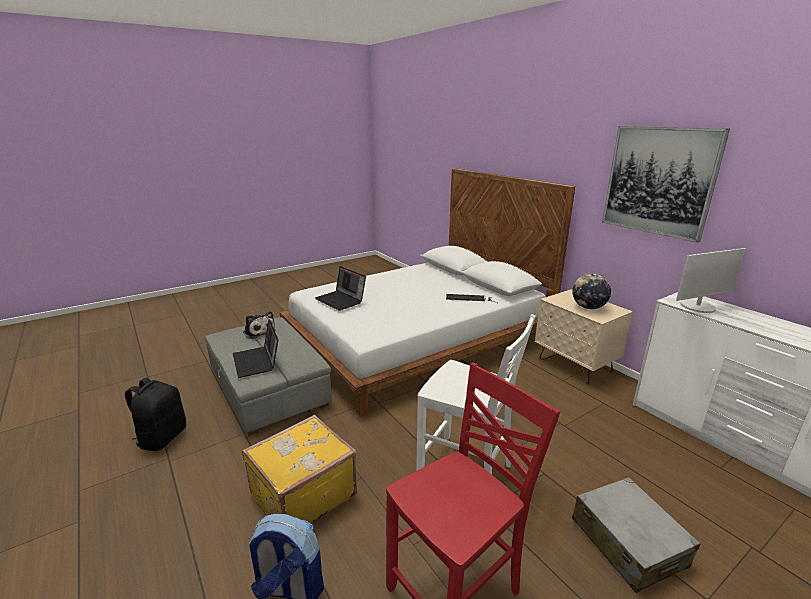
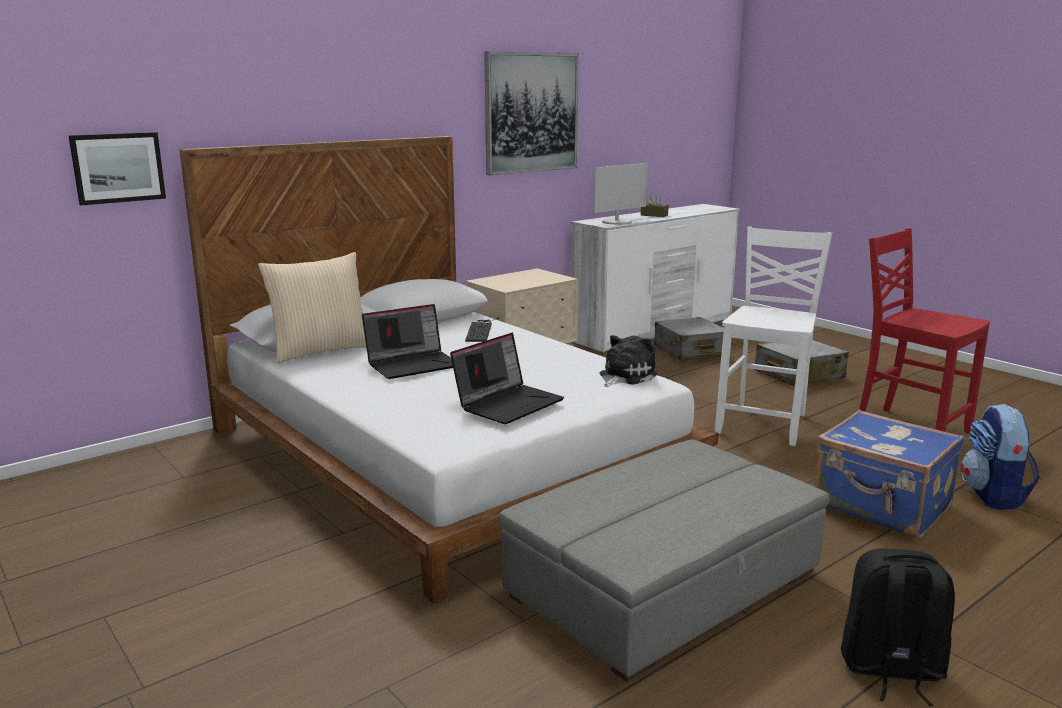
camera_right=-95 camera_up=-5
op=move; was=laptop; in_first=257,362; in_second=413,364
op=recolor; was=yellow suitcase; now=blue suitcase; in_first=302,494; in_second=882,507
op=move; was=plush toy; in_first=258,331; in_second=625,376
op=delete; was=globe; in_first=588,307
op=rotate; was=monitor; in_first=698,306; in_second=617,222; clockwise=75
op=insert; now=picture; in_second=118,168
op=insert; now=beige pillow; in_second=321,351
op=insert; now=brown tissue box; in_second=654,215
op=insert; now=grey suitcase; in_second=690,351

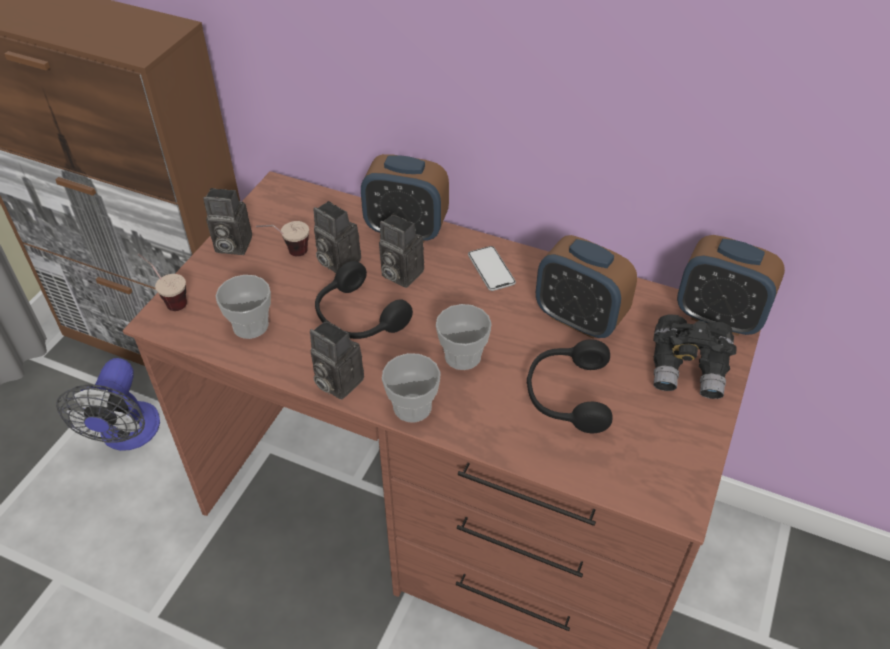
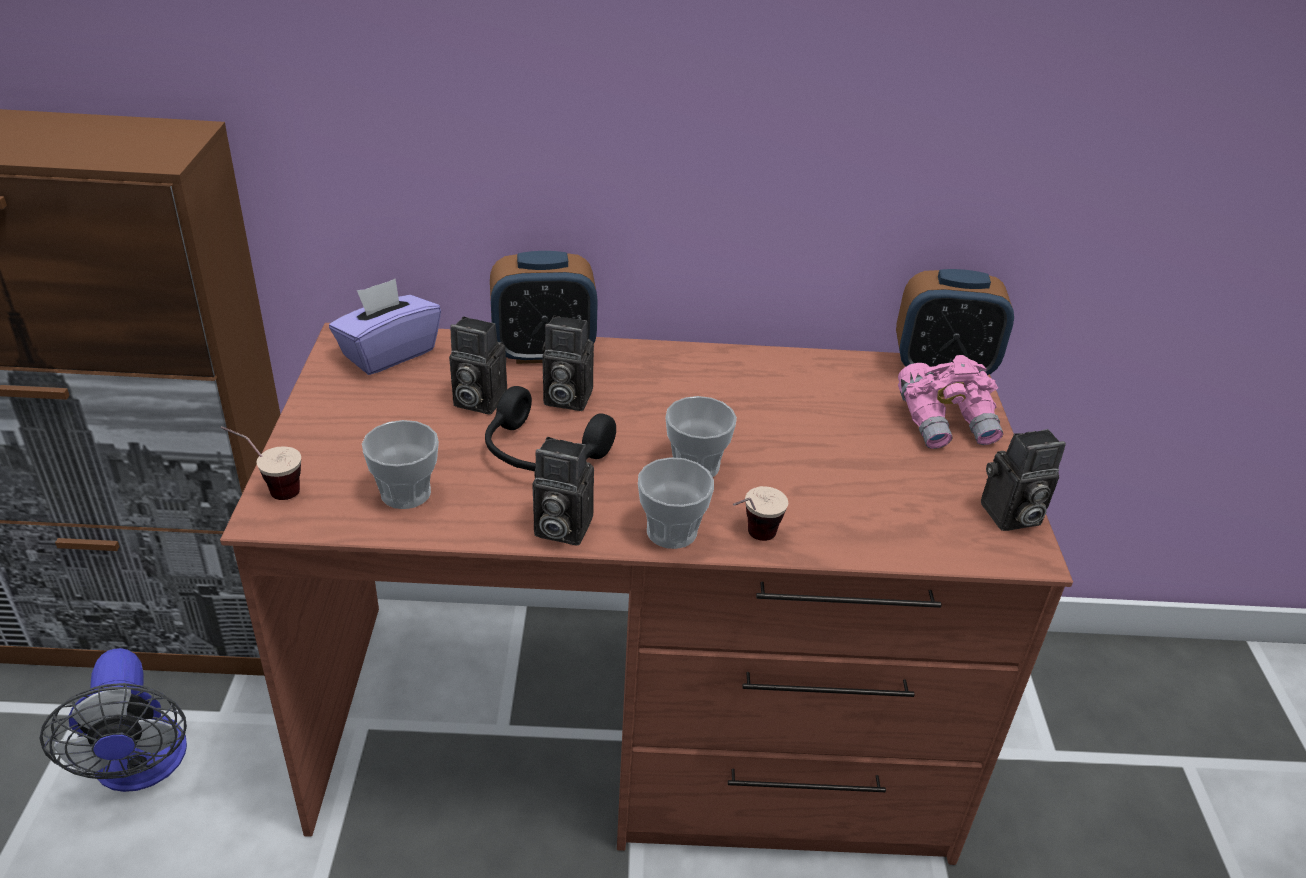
camera_right=-25 camera_up=-10
op=move; was=photo camera; in_first=231,245; in_second=1009,516
op=move; was=cup; in_first=287,254; in_second=751,540
op=delete; was=phone; in_first=491,269
op=delete; was=black headphones; in_first=566,395
op=delete; was=alarm clock; in_first=579,319
op=recolor; was=black binoculars; now=pink binoculars; in_first=688,369; in_second=946,423
op=insert; now=purple tissue box; in_second=388,353

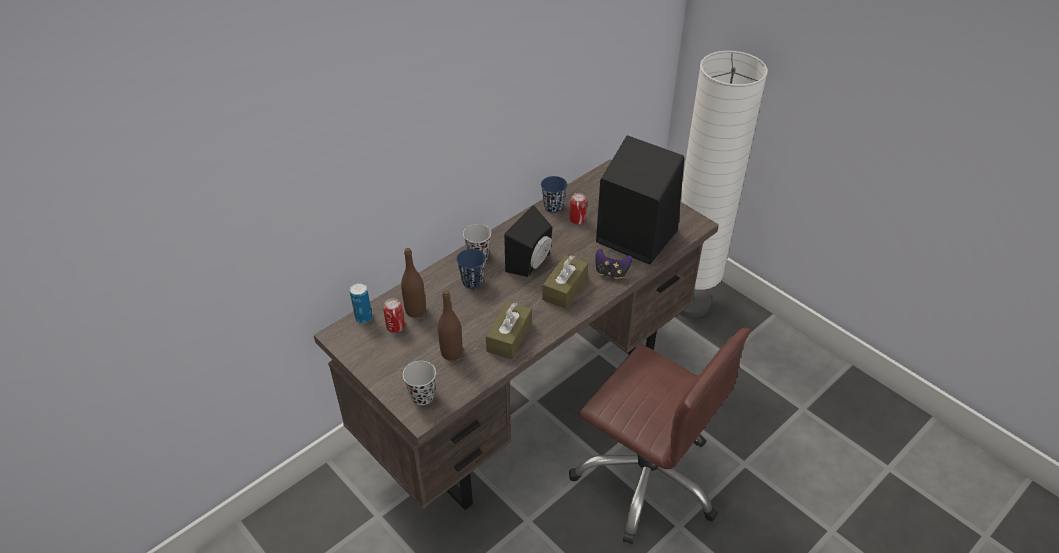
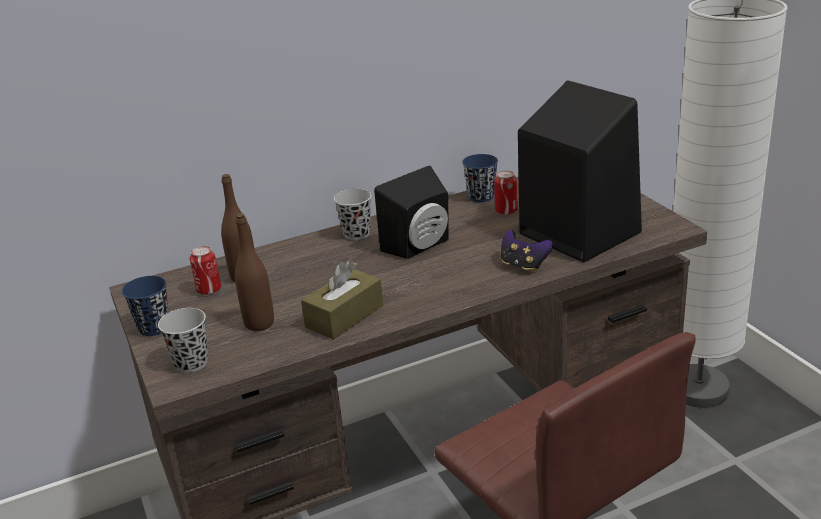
camera_right=20 camera_up=-15
op=delete; was=can; in_first=363,318
op=move; was=blue cup; in_first=472,281; in_second=154,327
op=delete; was=brown tissue box; in_first=565,289

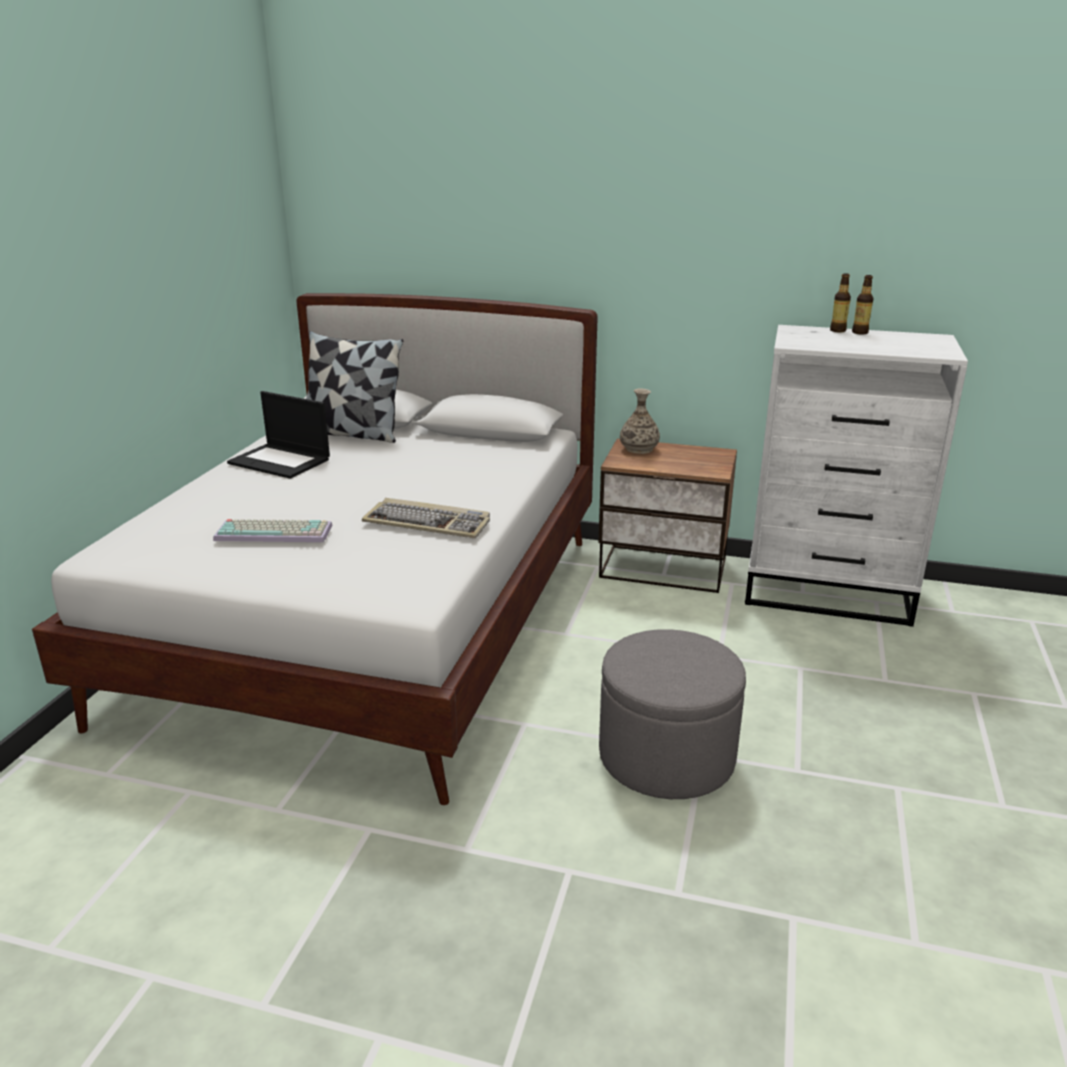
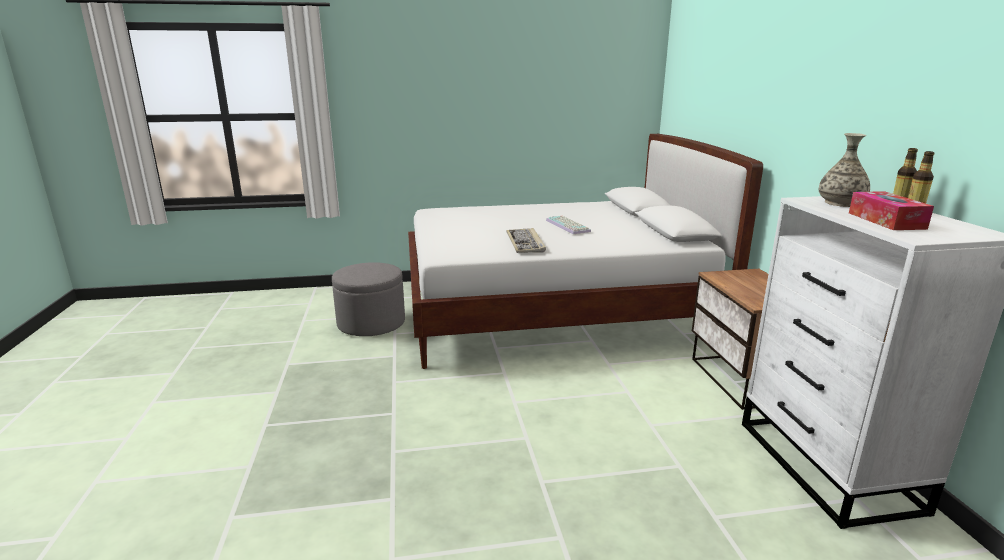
camera_right=65 camera_up=-5
op=move; was=keyboard; in_first=276,532; in_second=569,226
op=delete; was=laptop; in_first=281,461
op=delete; was=pillow; in_first=353,434
op=move; was=grey ottoman; in_first=666,757; in_second=371,323
op=move; was=vase; in_first=639,449; in_second=841,203
op=insert; now=tissue box; in_second=886,221

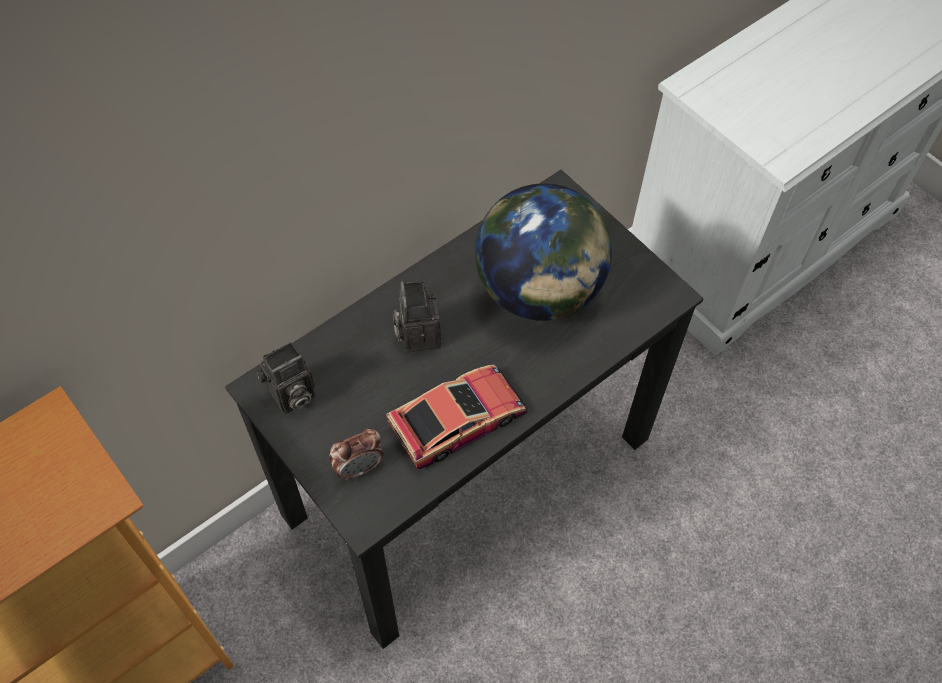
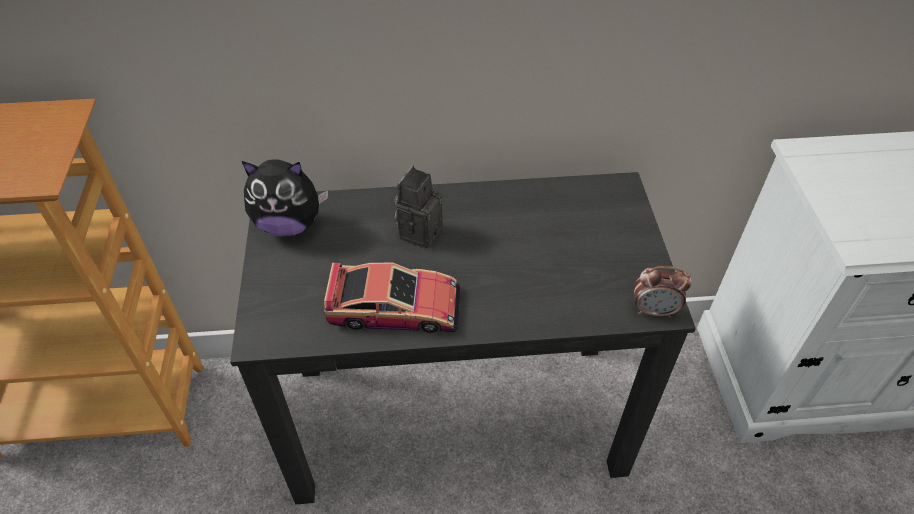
camera_right=35 camera_up=-10
op=replace; was=photo camera; now=plush toy; in_first=291,396; in_second=289,224
op=move; was=alarm clock; in_first=359,467; in_second=654,310
op=delete; was=globe; in_first=539,291

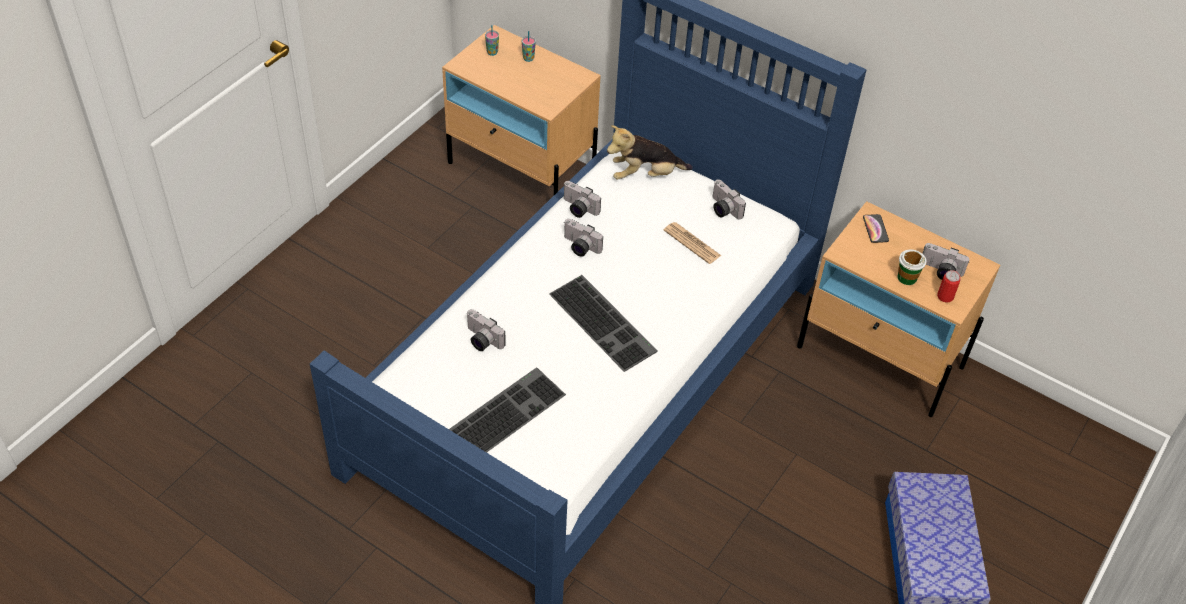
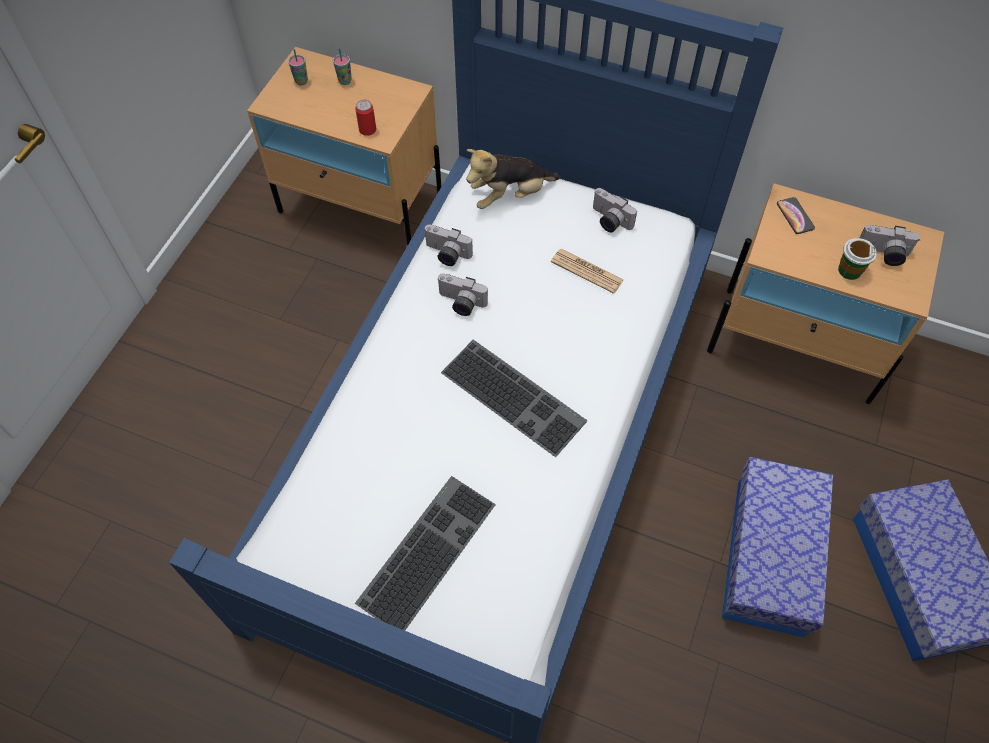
camera_right=-10 camera_up=10
op=delete; was=photo camera; in_first=481,340
op=move; was=can; in_first=945,296; in_second=367,130
op=insert; now=storage box; in_second=769,556

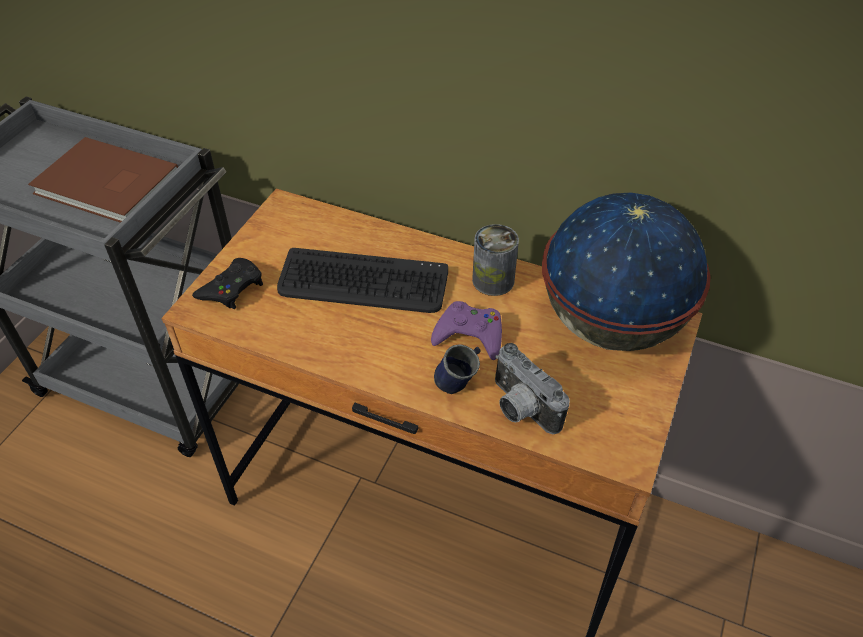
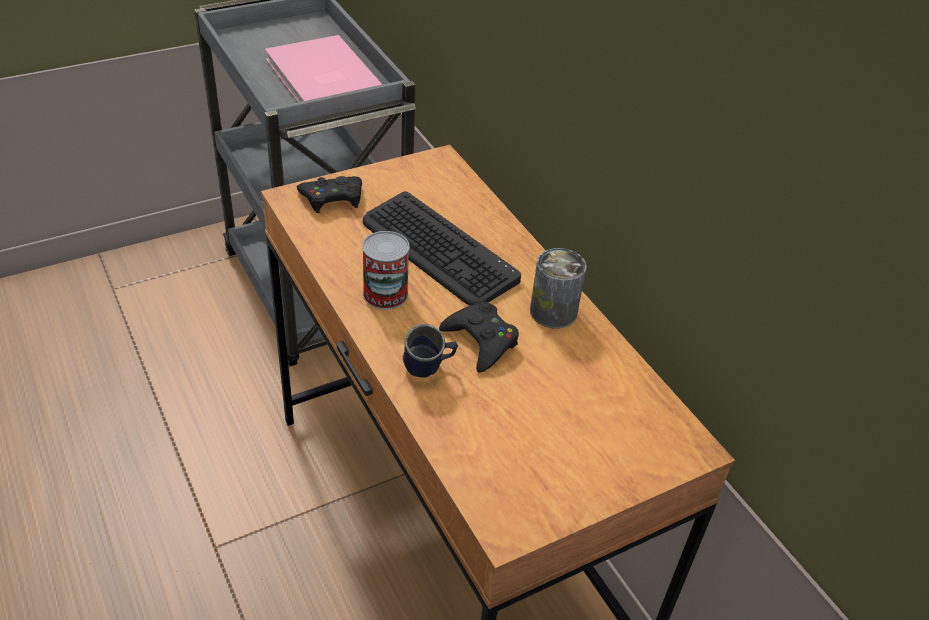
camera_right=35 camera_up=-5
op=recolor; was=brown book; now=pink book; in_first=107,186; in_second=321,78
op=recolor; was=purple game controller; now=black game controller; in_first=470,335; in_second=481,341
op=delete; was=photo camera; in_first=520,409
op=delete; was=globe; in_first=611,323
op=insert; now=can; in_second=385,294

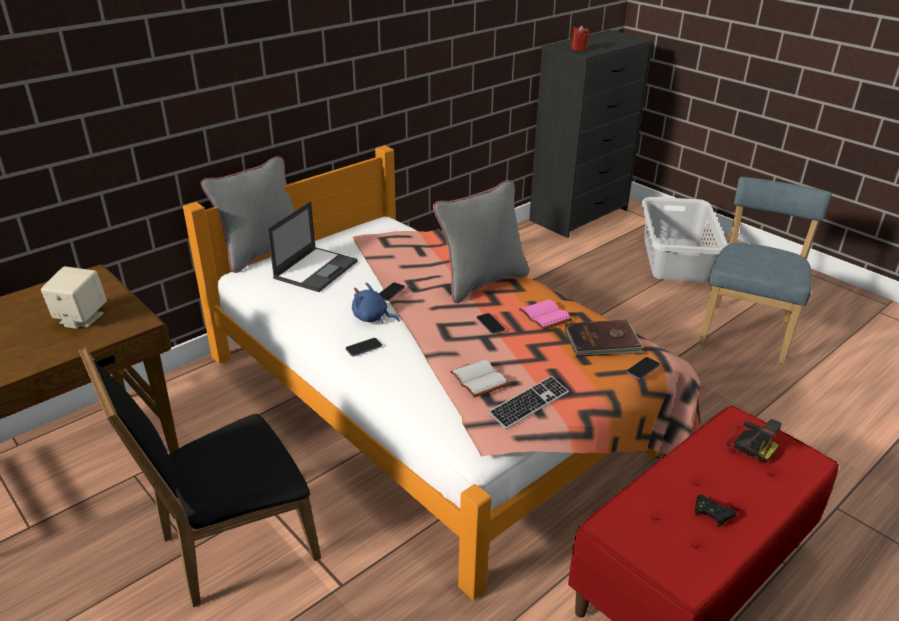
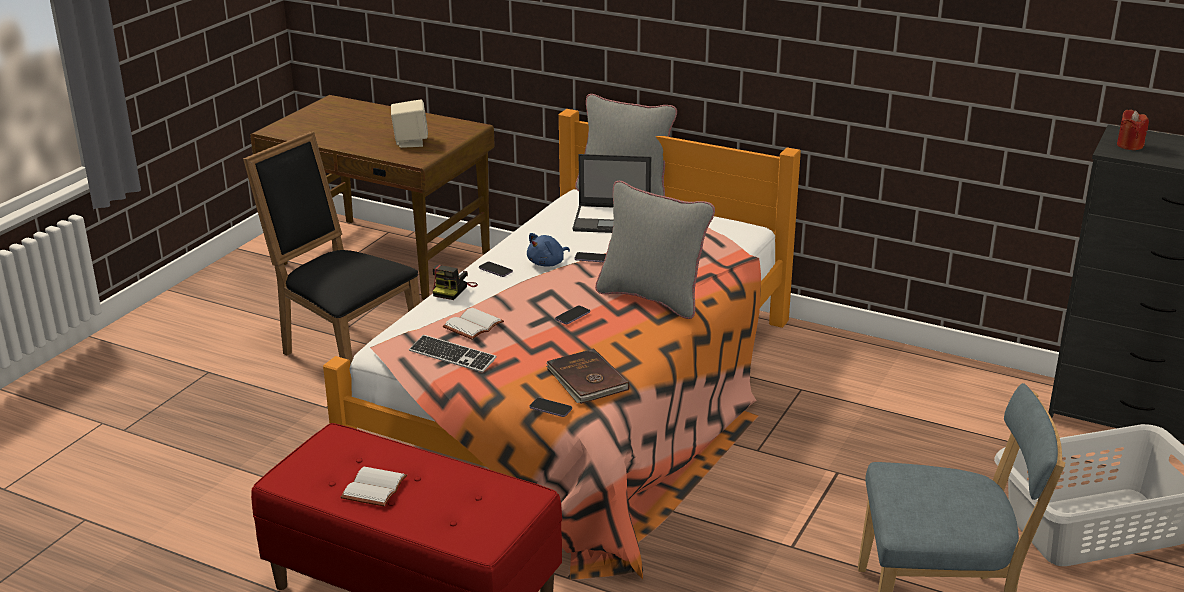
camera_right=70 camera_up=-5
op=rotate; was=blue plush toy; in_first=372,318; in_second=547,263; clockwise=-135
op=delete; was=pink book; in_first=543,316
op=replace; was=black game controller; now=white book; in_first=712,513; in_second=373,487
op=move; was=photo camera; in_first=748,445; in_second=453,289

